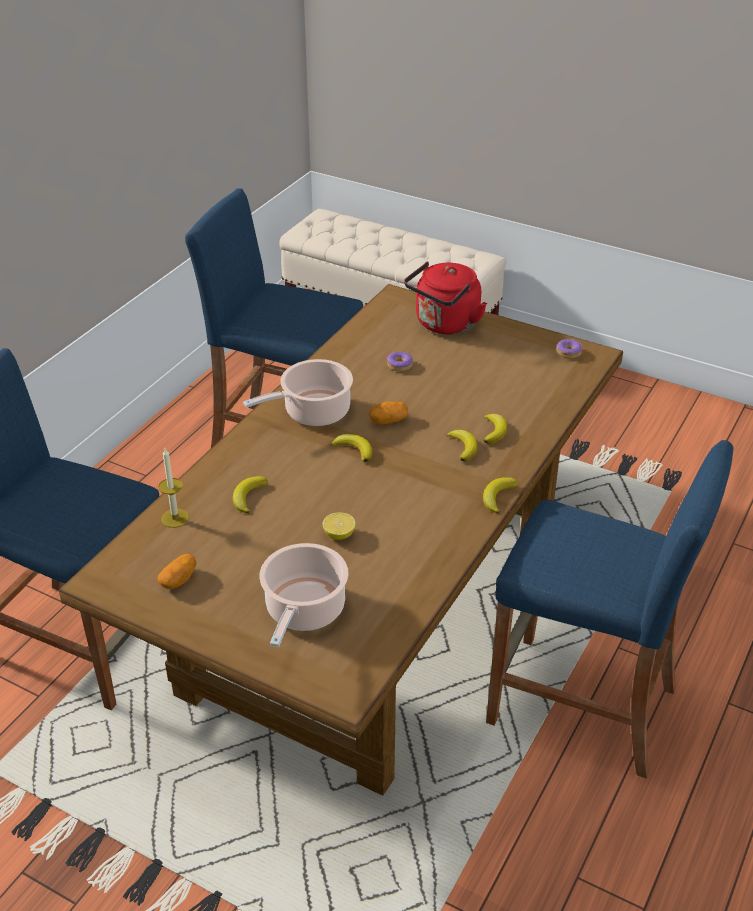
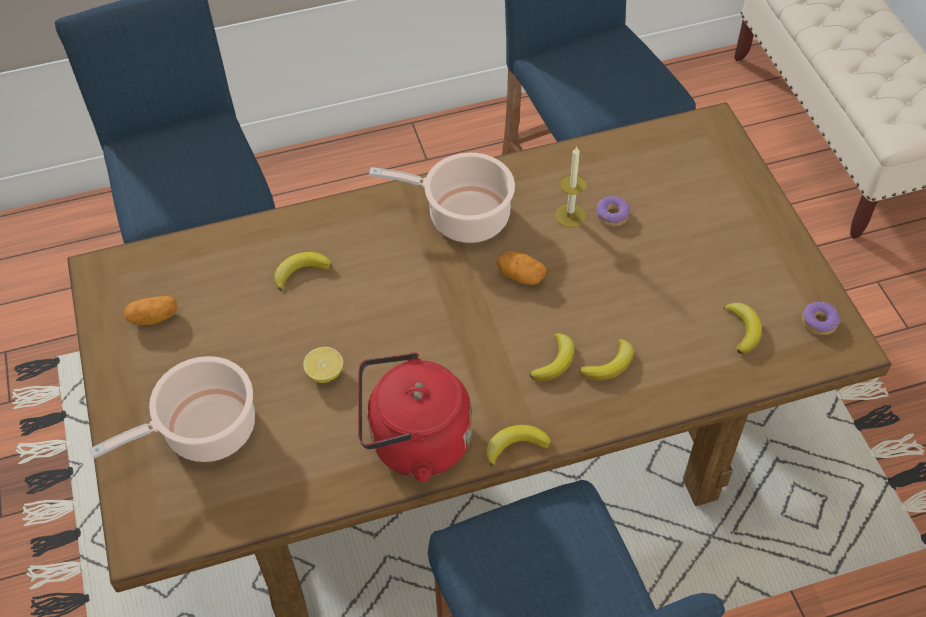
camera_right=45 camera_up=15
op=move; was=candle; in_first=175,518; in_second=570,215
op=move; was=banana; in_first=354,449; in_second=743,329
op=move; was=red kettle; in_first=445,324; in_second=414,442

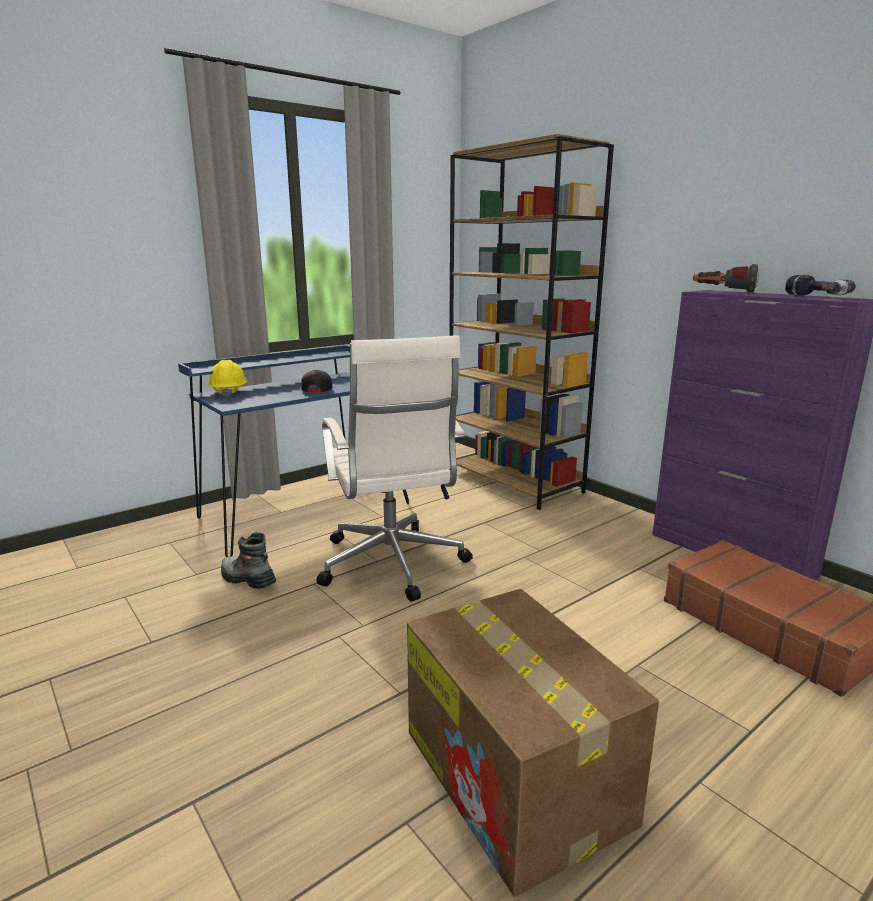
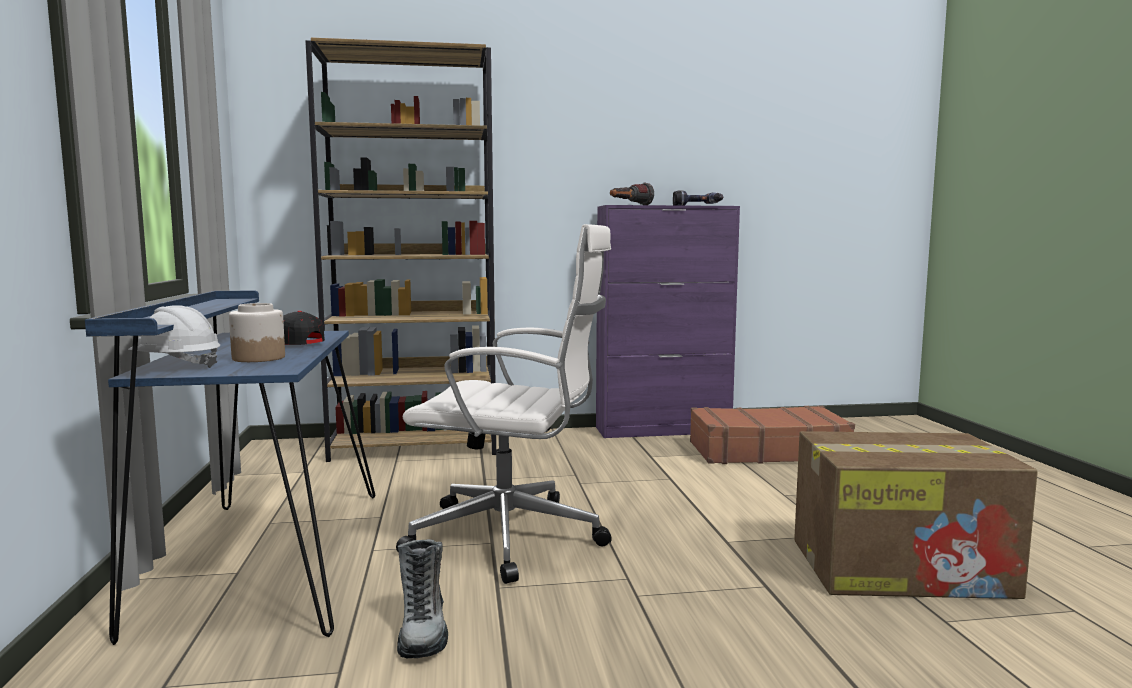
camera_right=-60 camera_up=-10
op=recolor; was=yellow hard hat; now=white hard hat; in_first=229,392; in_second=177,366
op=rotate; was=boot; in_first=247,580; in_second=423,630; clockwise=-75
op=insert; now=jar; in_second=258,358

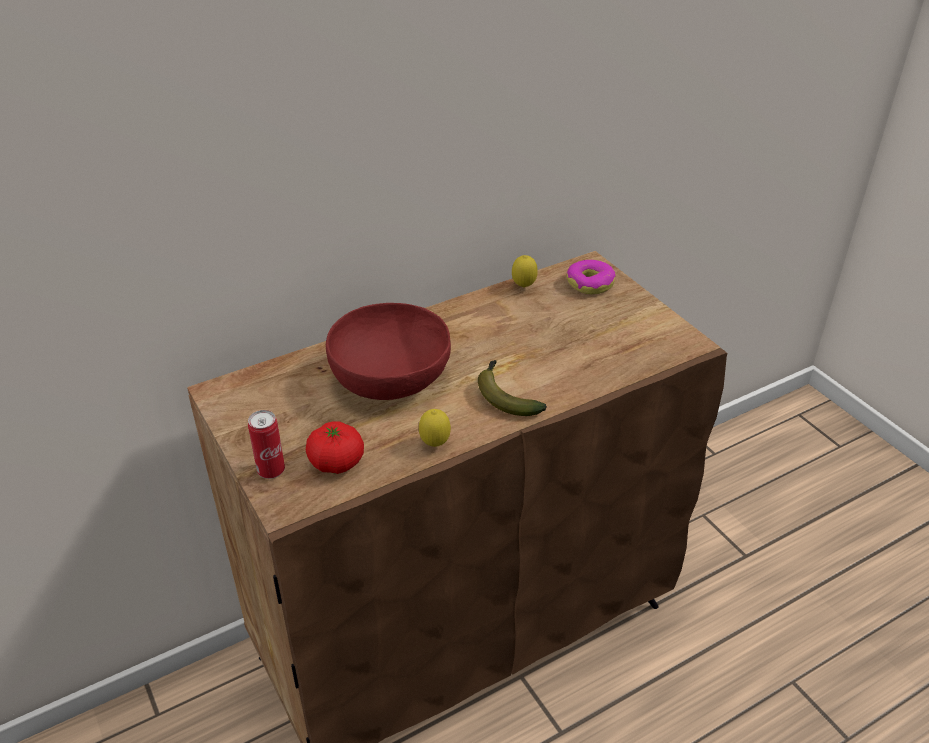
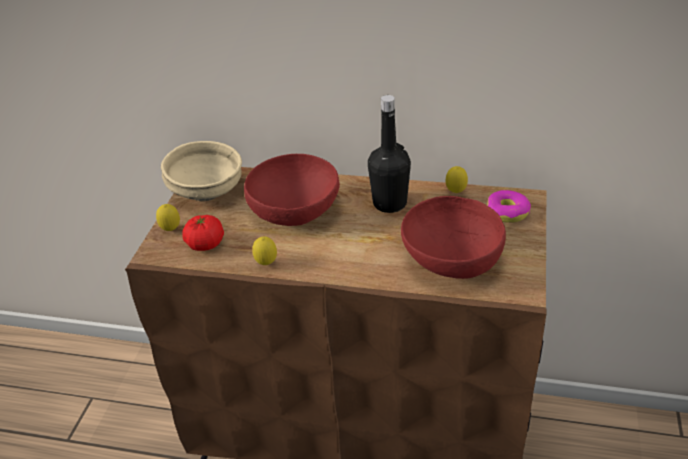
camera_right=45 camera_up=0
op=replace; was=can; now=lemon; in_first=271,471; in_second=171,230
op=delete; was=banana; in_first=505,395
op=insert; now=beige bowl; in_second=208,192
op=insert; now=black bottle; in_second=389,203
op=insert; now=red bowl; in_second=450,259

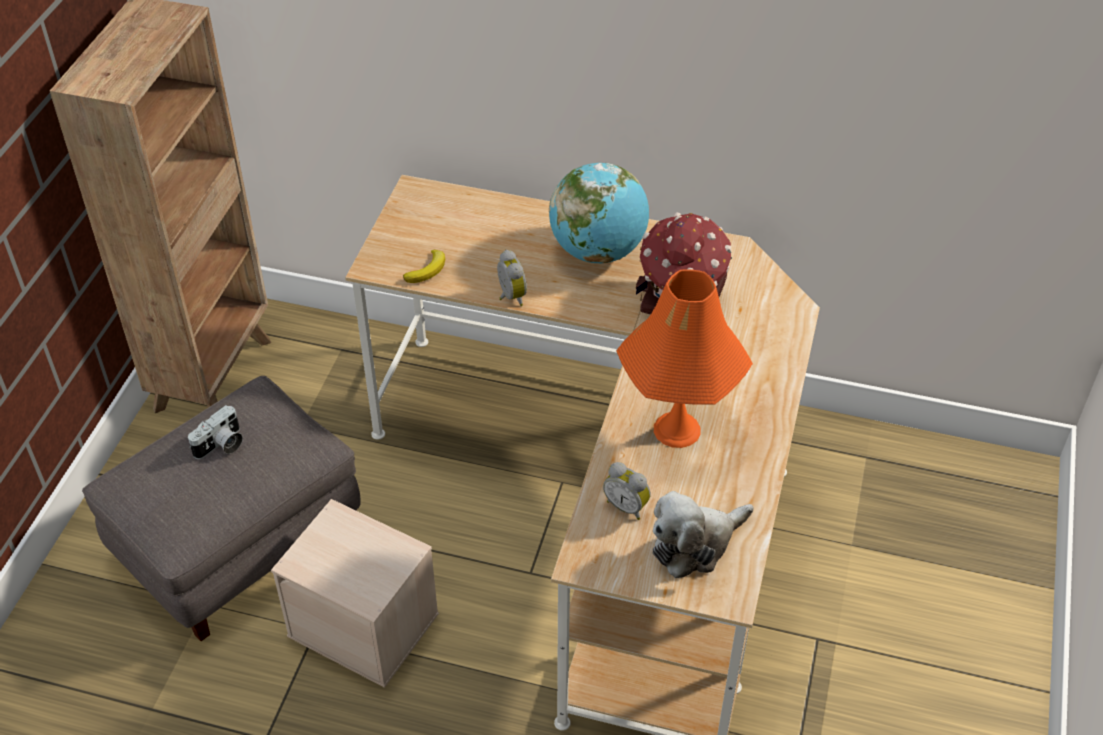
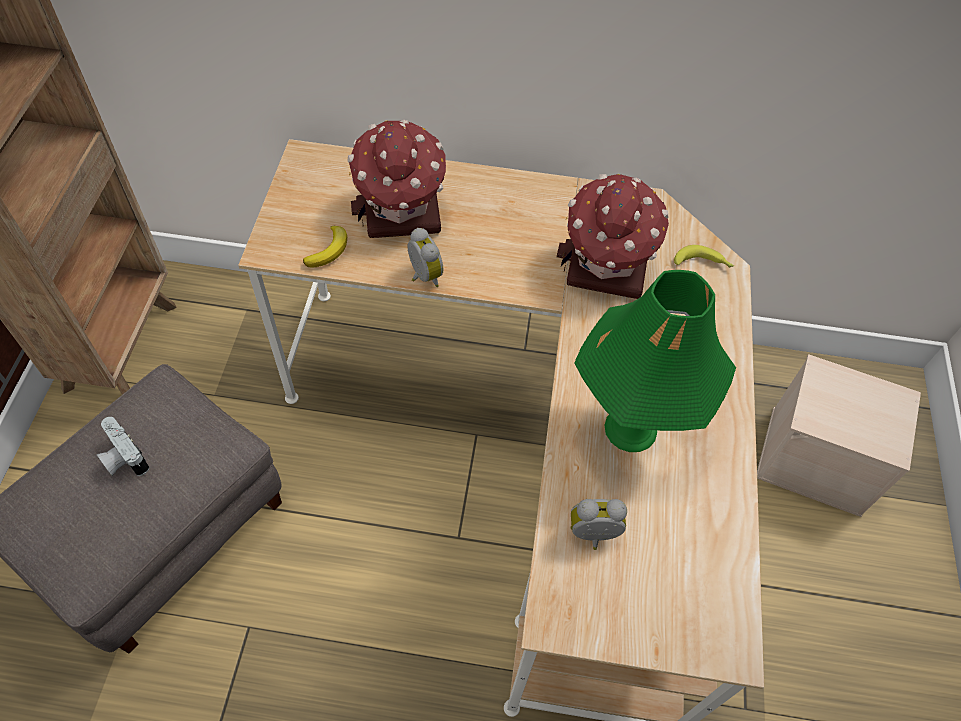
camera_right=-10 camera_up=10
op=rotate; was=photo camera; in_first=221,445; in_second=122,458; clockwise=105
op=move; was=beige storage box; in_first=365,625; in_second=817,460
op=delete; was=globe; in_first=598,251
op=rotate; was=alarm clock; in_first=627,506; in_second=593,536; clockwise=150
op=recolor; was=orange table lamp; now=green table lamp; in_first=676,429; in_second=630,428
op=delete; was=plush toy; in_first=695,544
op=insert; now=toy house; in_second=401,210
op=insert; now=banana; in_second=703,263

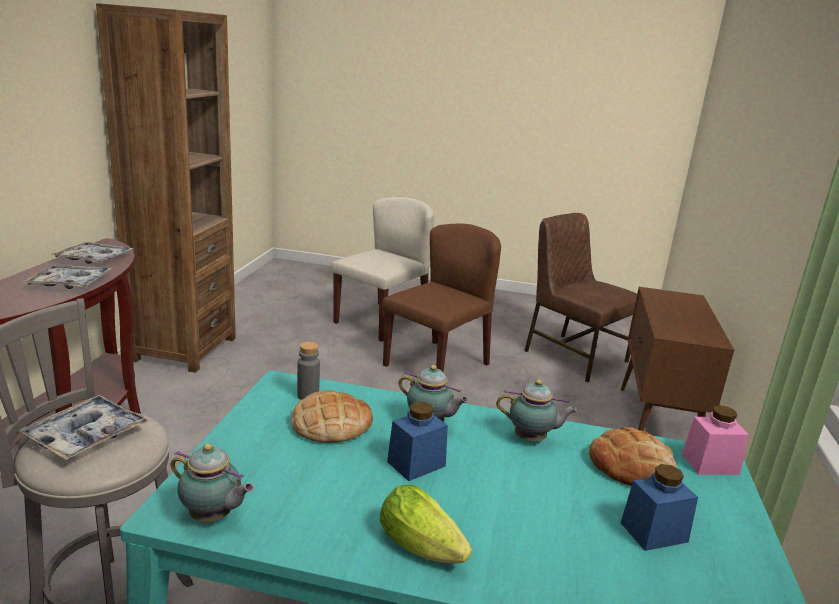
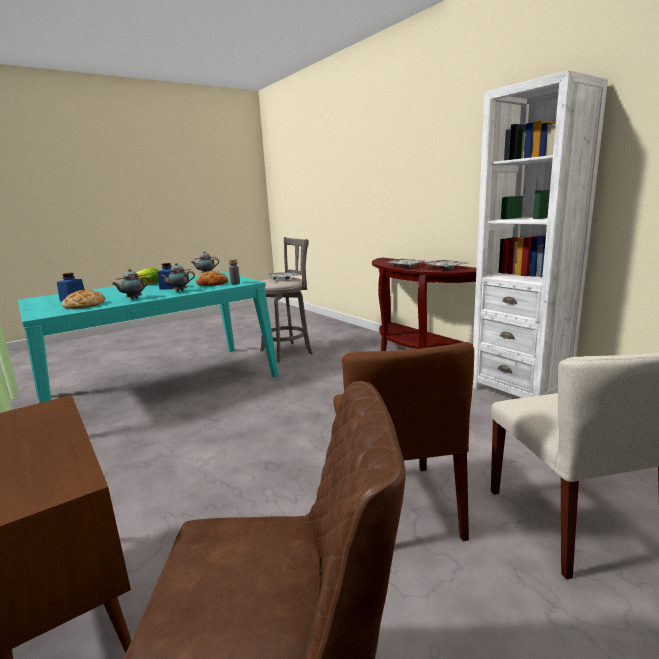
camera_right=135 camera_up=-5
op=recolor; was=brown bookcase; now=white bookcase; in_first=184,349; in_second=520,389
op=delete; was=pink jar; in_first=710,464

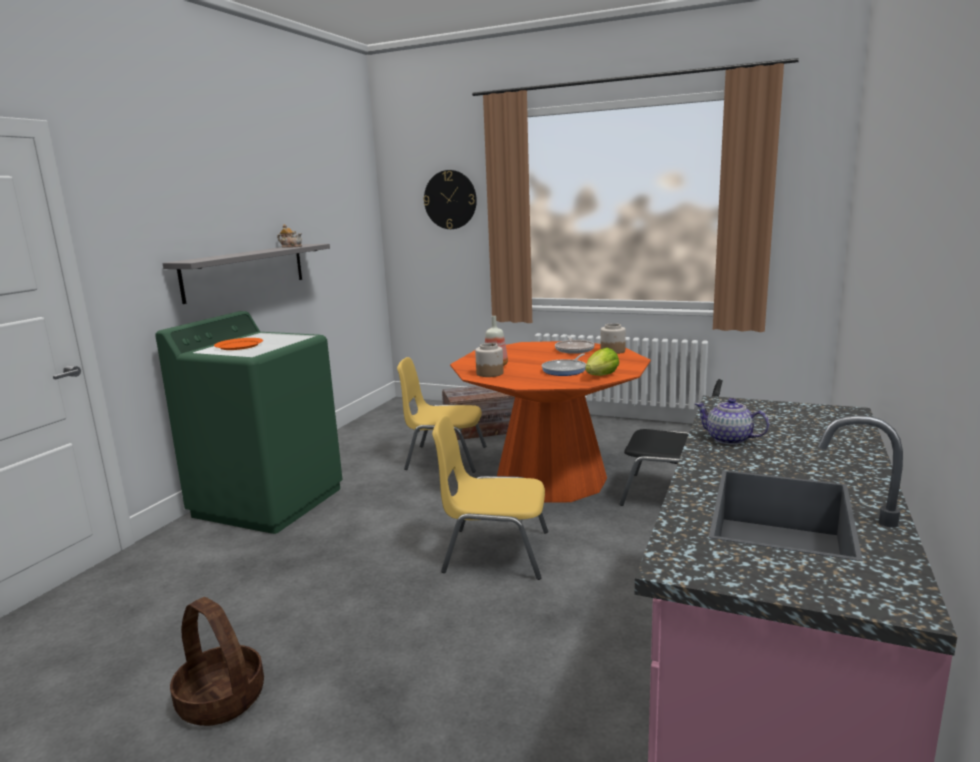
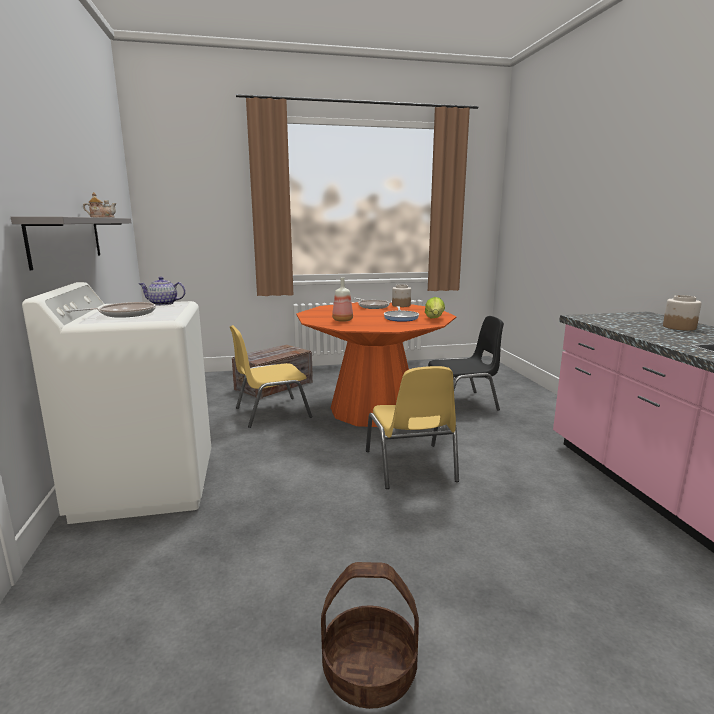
camera_right=-35 camera_up=0
op=recolor; was=green washing machine; now=white washing machine; in_first=269,501; in_second=146,484
op=replace; was=orange plate; now=frying pan; in_first=239,346; in_second=124,314
op=delete; was=wall clock; in_first=450,199
op=rotate; was=yellow chair; in_first=494,552; in_second=410,466; clockwise=-75
op=move; was=jar; in_first=490,373; in_second=678,327
op=move; was=teapot; in_first=729,439; in_second=163,304

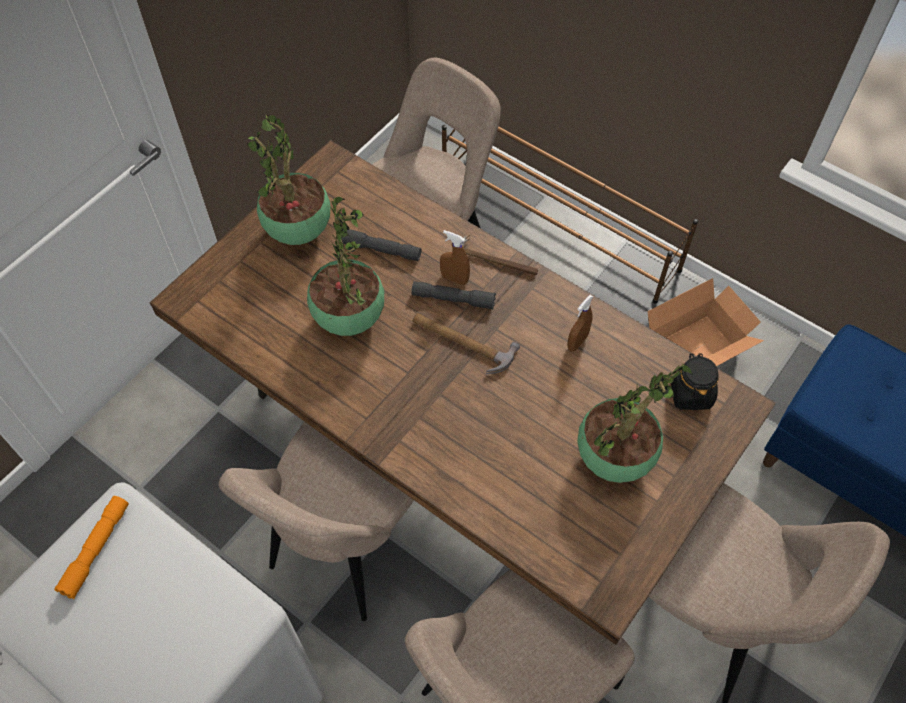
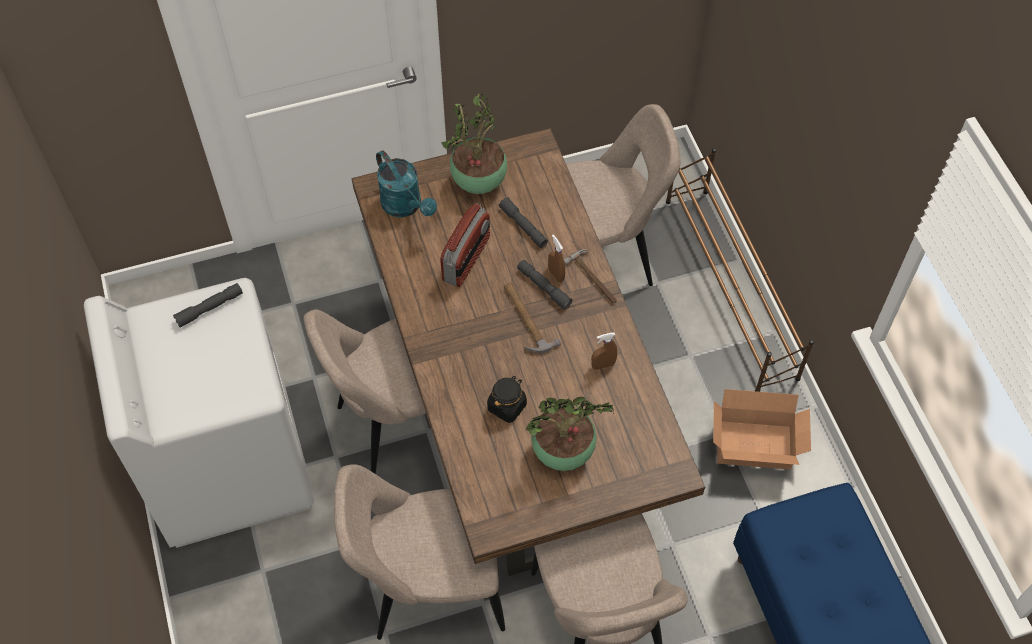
camera_right=35 camera_up=0
op=recolor; was=orange flashlight; now=grey flashlight; in_first=96,549; in_second=209,308
op=replace; was=potted plant; now=radio; in_first=348,316; in_second=467,259
op=move; was=black jar; in_first=690,393; in_second=507,406
op=insert; now=turquoise watering can; in_second=406,206

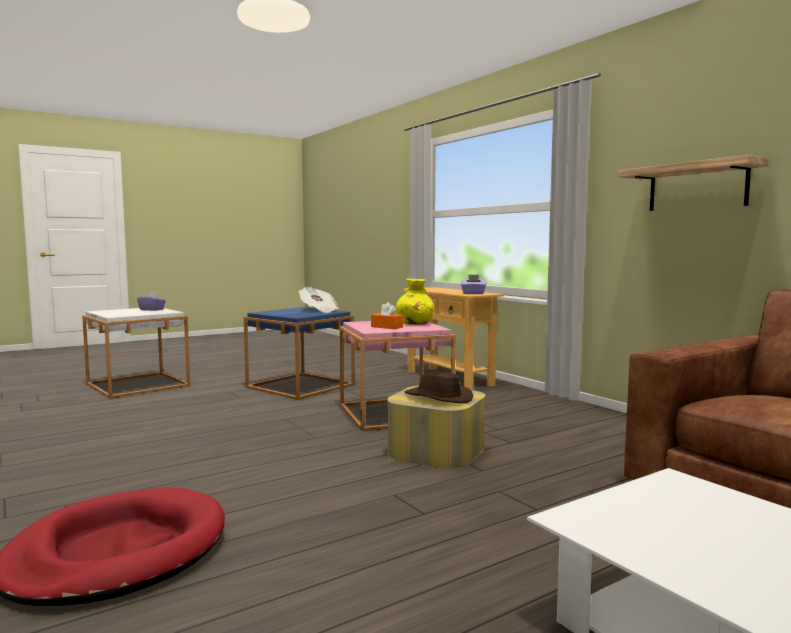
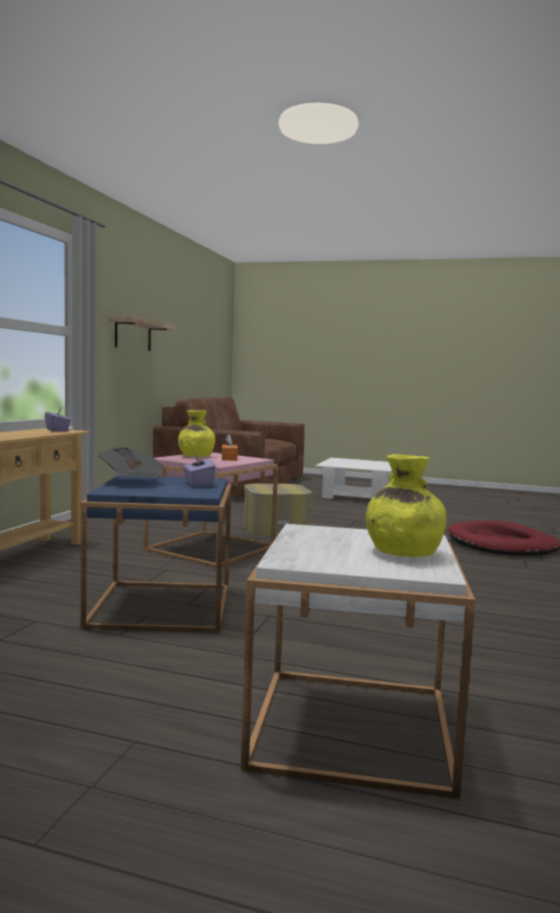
camera_right=-130 camera_up=0
op=move; was=purple tissue box; in_first=152,310; in_second=198,484
op=delete; was=brown hat; in_first=438,397
op=insert; now=yellow vase; in_second=402,552

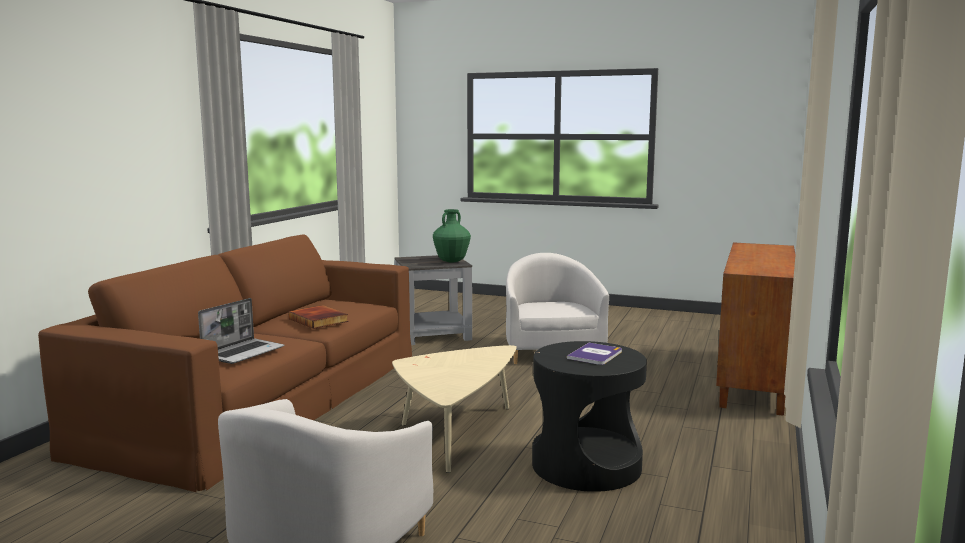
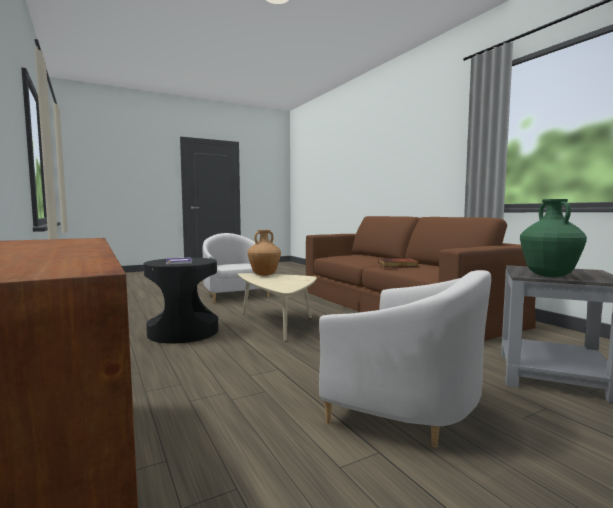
camera_right=130 camera_up=-5
op=delete; was=laptop; in_first=243,352
op=insert; now=brown vase; in_second=264,275

